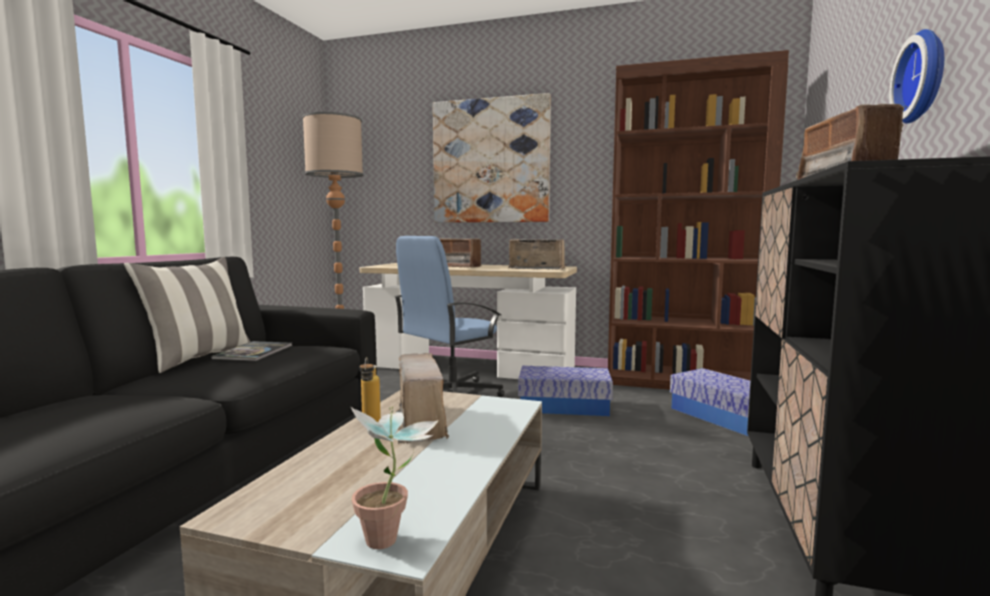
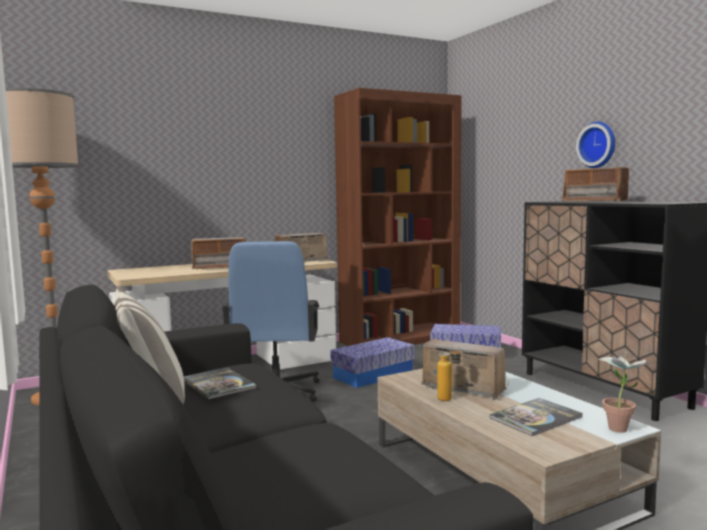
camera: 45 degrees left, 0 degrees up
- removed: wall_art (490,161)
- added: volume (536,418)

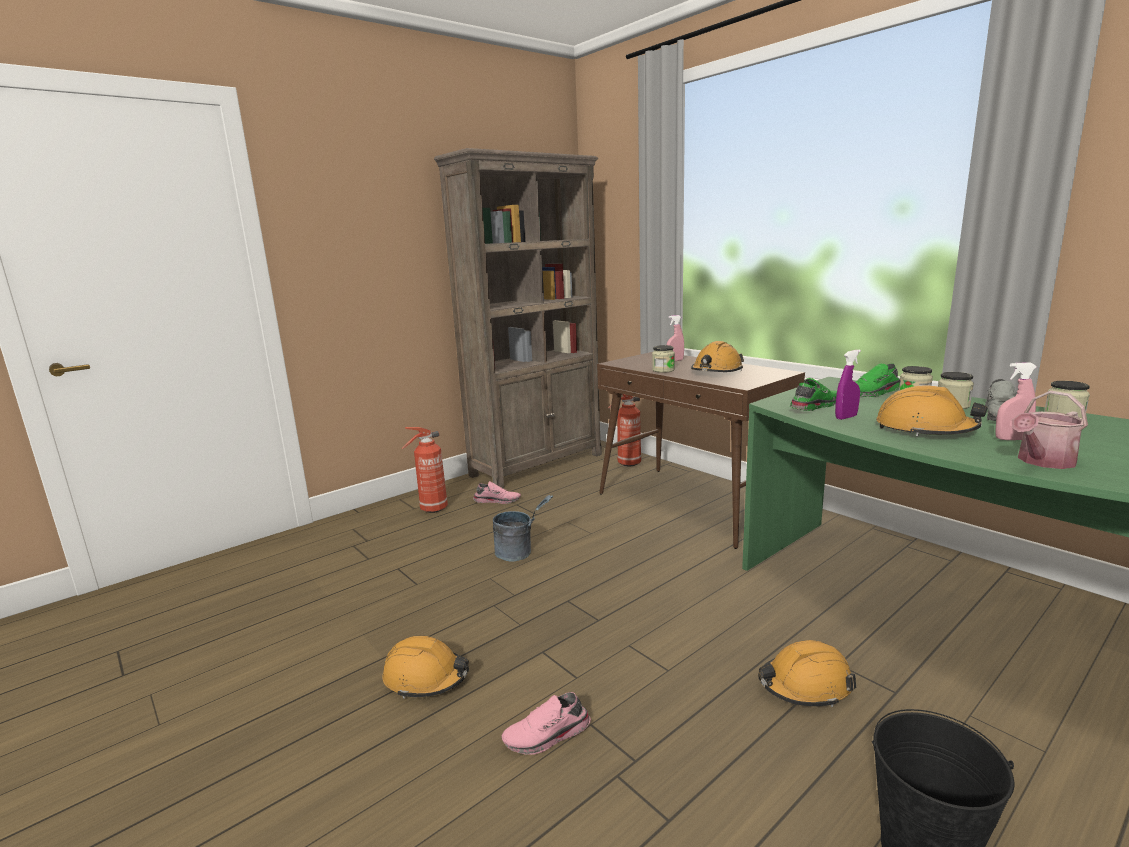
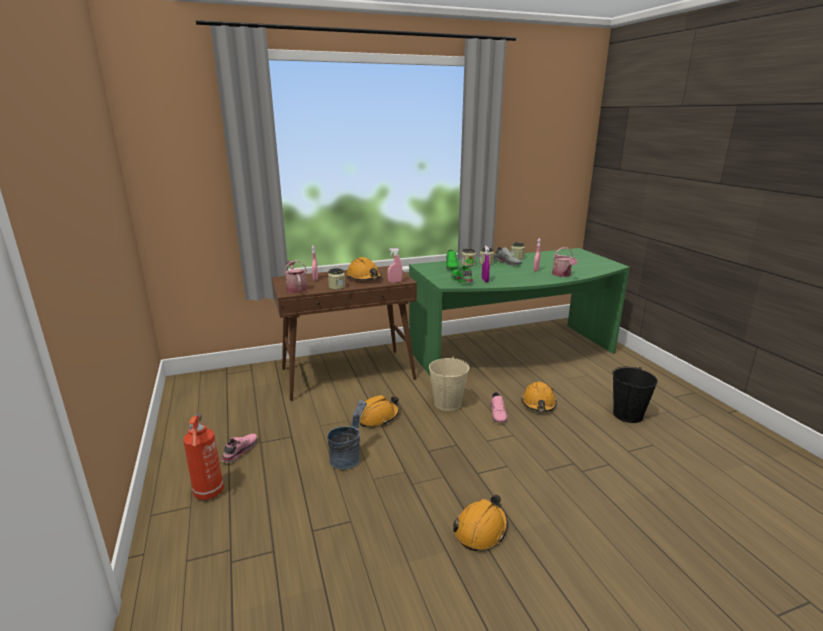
camera: 70 degrees left, 5 degrees up
- removed: brown-coloured_shelving_unit (538,464)
- moved: pinkish_shoe (547,736) to (498,414)
- removed: extinguisher (627,464)
- moved: orange_hard_hat (925,429) to (377,417)
- added: sprinkling_can (296,288)
- added: pinkish_sprayer (395,282)
- added: sand-coloured_bucket (447,404)

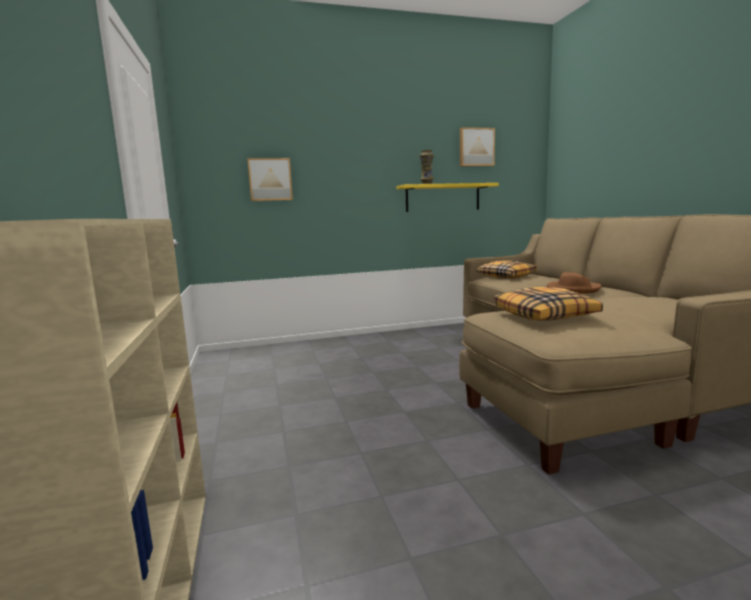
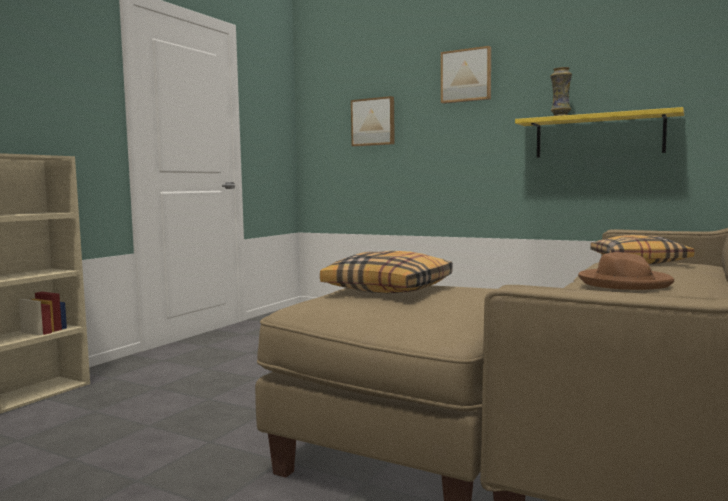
camera: 45 degrees right, 5 degrees down
- moved: wall_art (476,147) to (466,76)

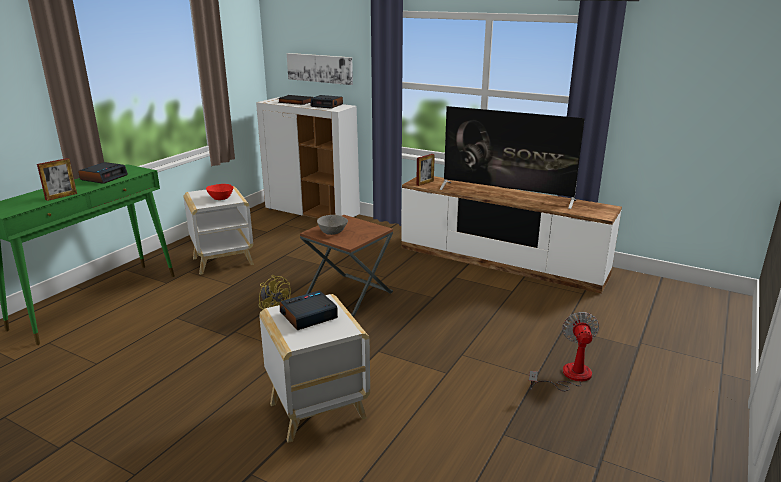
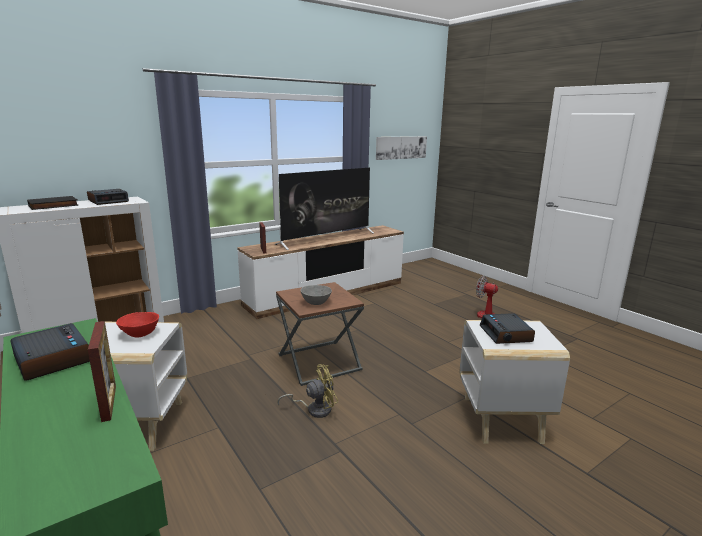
camera: 65 degrees left, 5 degrees down
- moved: wall_art (320,68) to (401,147)

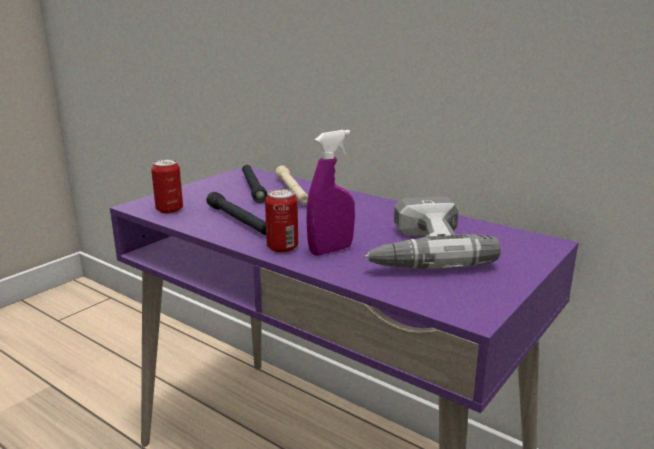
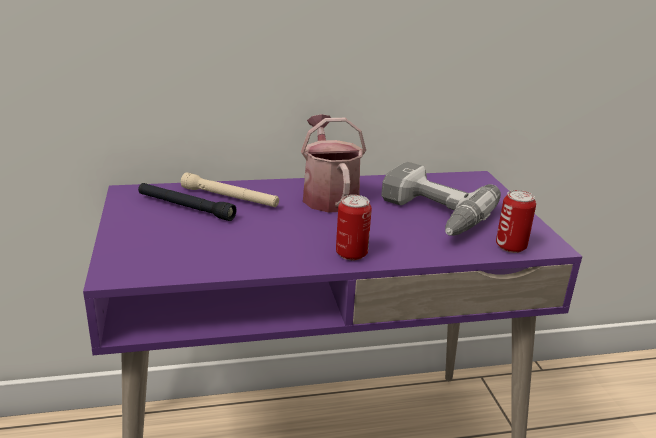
camera: 50 degrees left, 5 degrees up
- moved: can (169,210) to (510,247)
- removed: blackish_torch (238,221)
- removed: purple_sprayer (331,250)
- added: sprinkling_can (329,195)

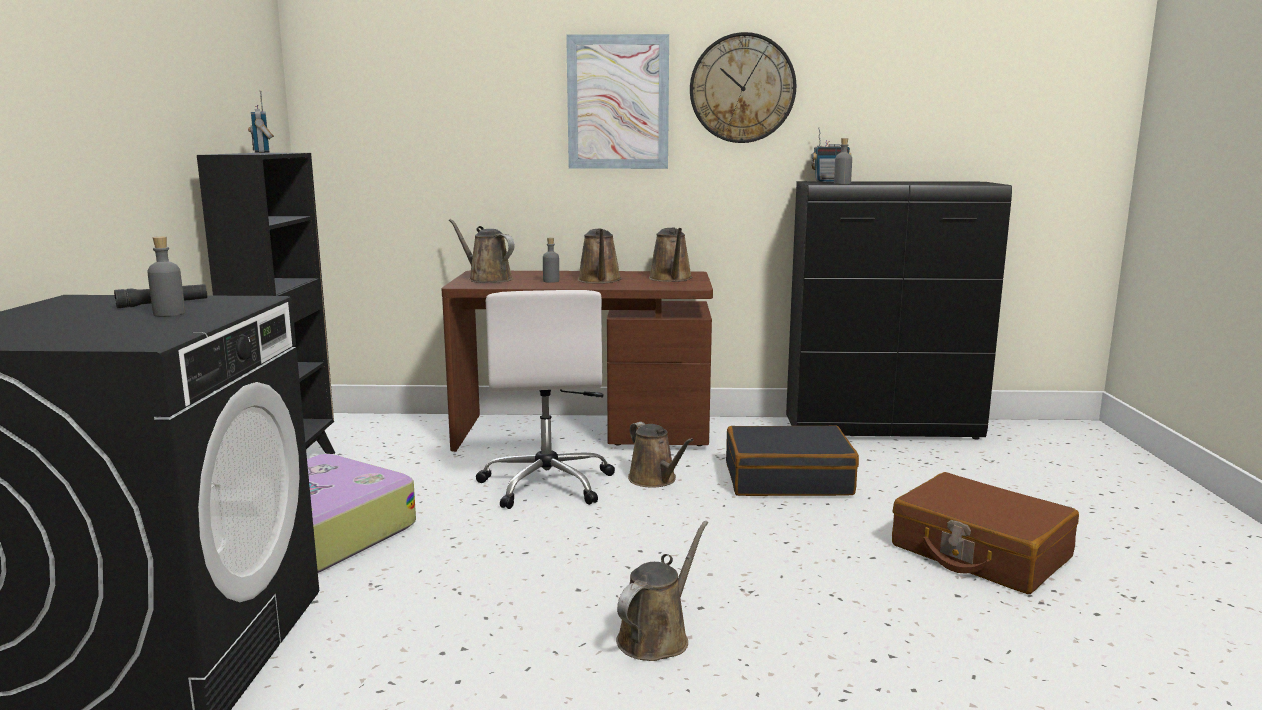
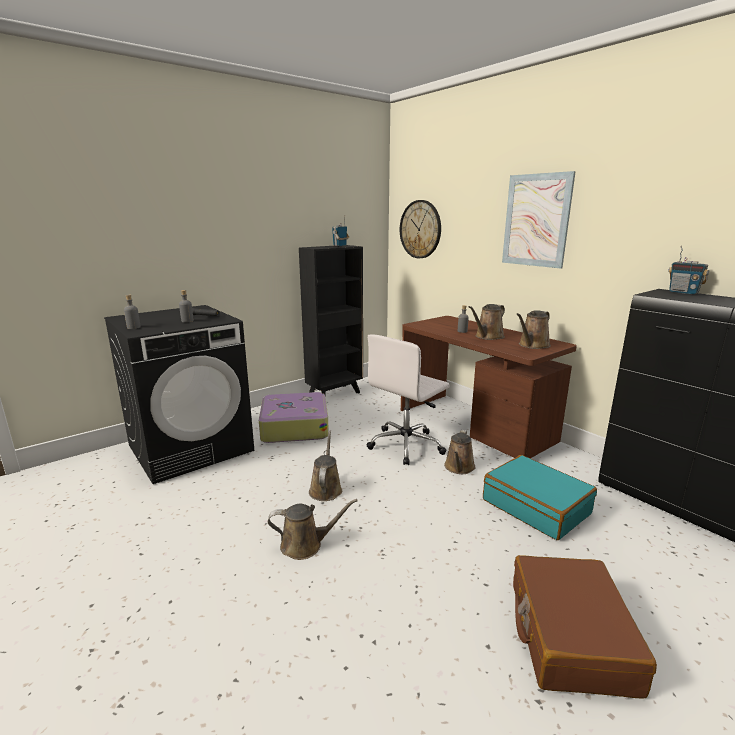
camera: 50 degrees right, 5 degrees up
- moved: brown-coloured_sprinkling_can (487,279) to (326,489)
- moved: hanging_clock (742,88) to (420,229)
- recoloured: blackish_suitcase (787,479) to blue-green_suitcase (536,506)
- moved: greyish_drink_bottle (842,183) to (133,327)

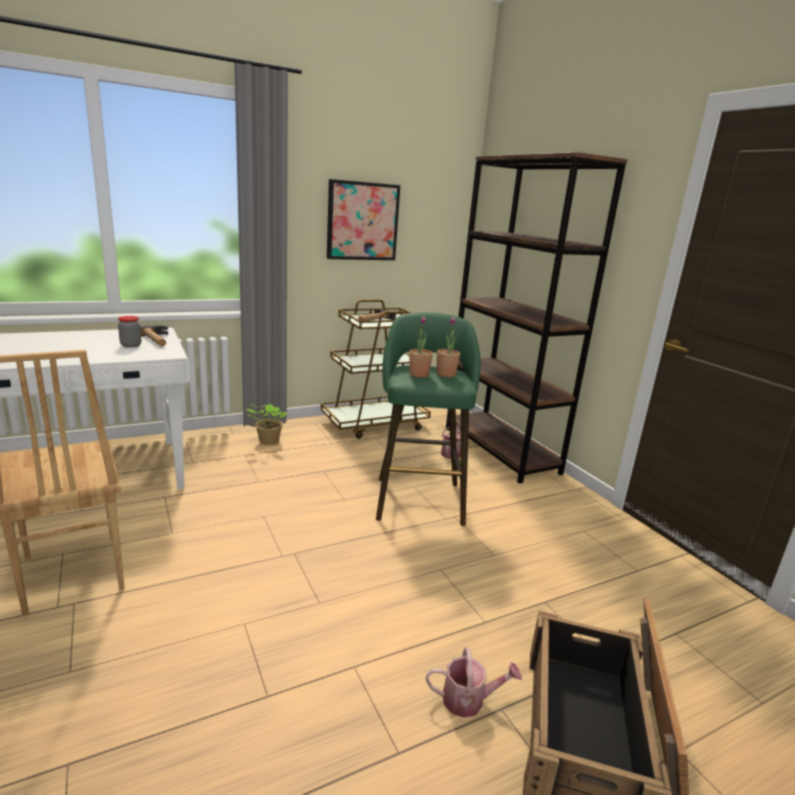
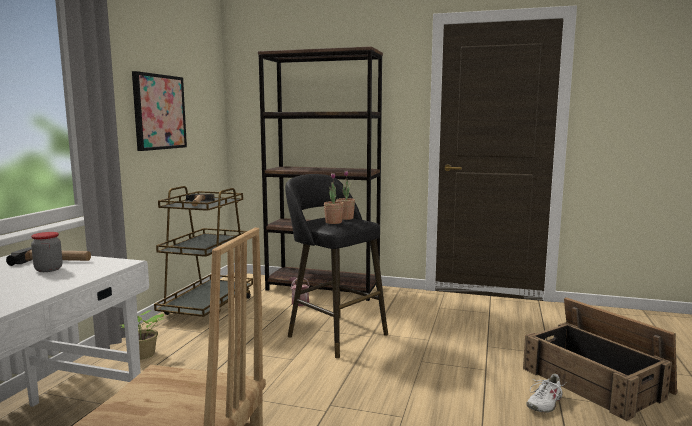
camera: 45 degrees left, 10 degrees down
- recoloured: green_sitting_stool (418,497) to blackish_sitting_stool (333,334)
- replaced: sprinkling_can (469,700) to white-coloured_shoe (544,403)

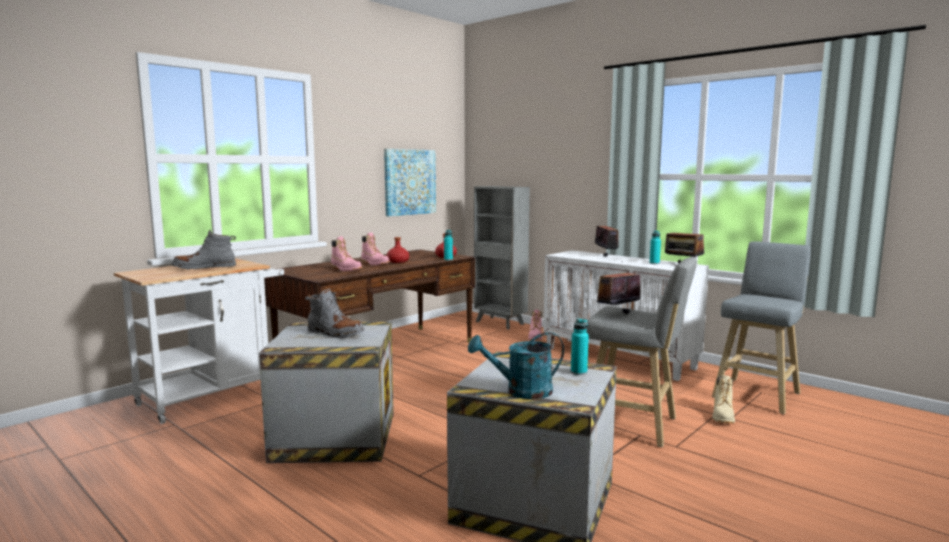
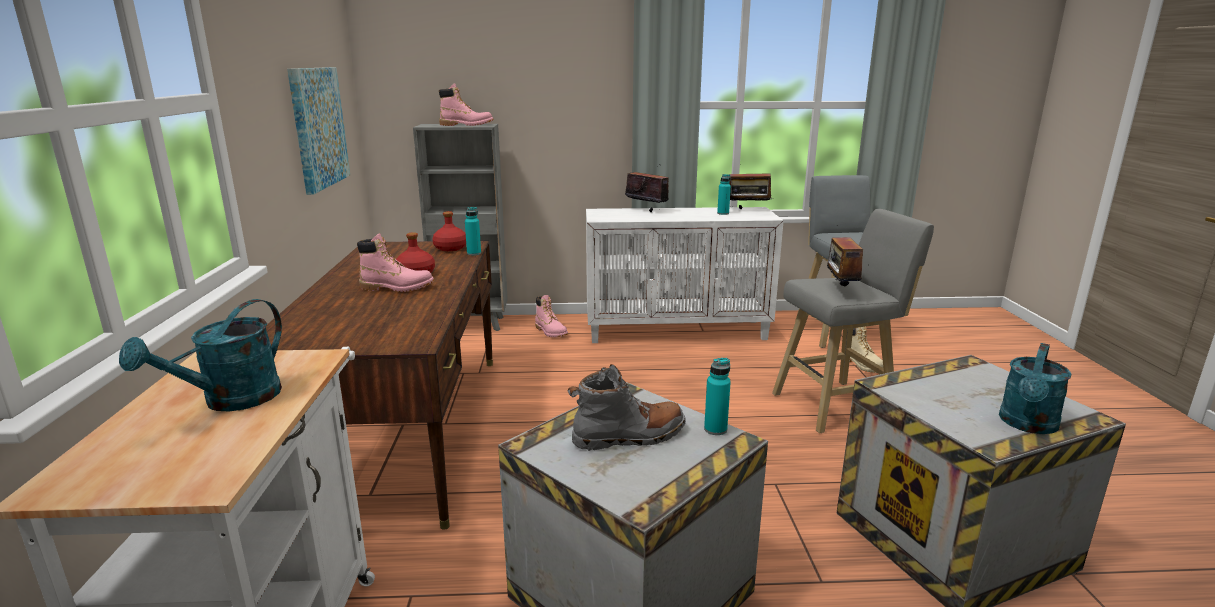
camera: 45 degrees left, 10 degrees up
- replaced: greyish_tall_boot (205,268) to blue-green_sprinkling_can (231,401)
- moved: pinkish_tall_boot (346,270) to (466,125)
- moved: blue-green_drink_bottle (579,372) to (715,429)

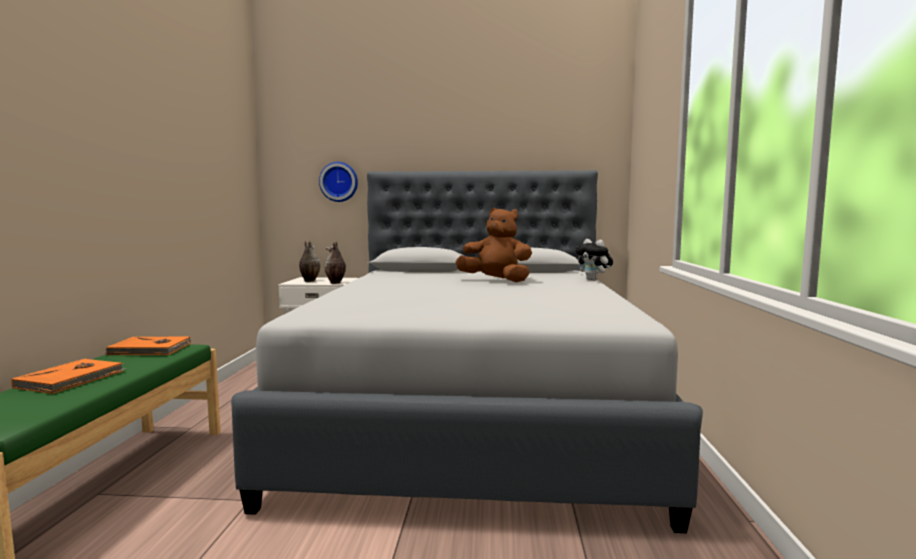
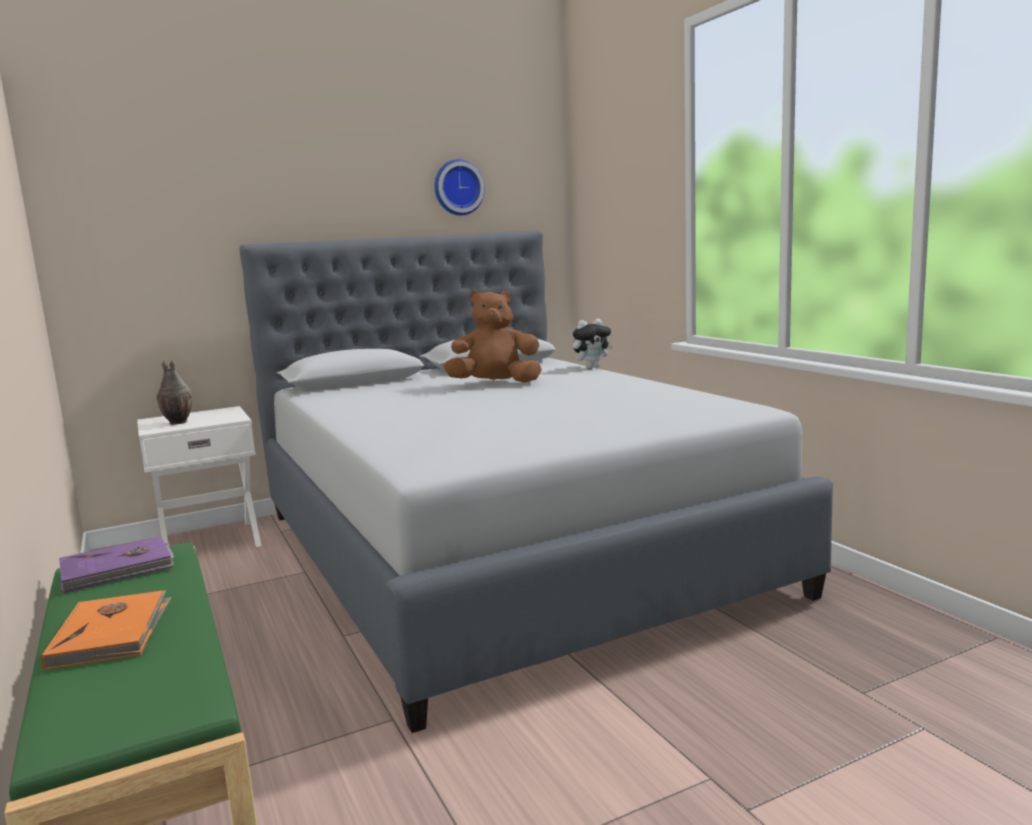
camera: 30 degrees left, 5 degrees up
- recoloured: orange_volume (150,349) to purple_volume (118,569)
- moved: hanging_clock (339,182) to (457,188)
- removed: vase (335,283)
- turned: cuddly_toy (594,280) = (592,367) 45 degrees counterclockwise

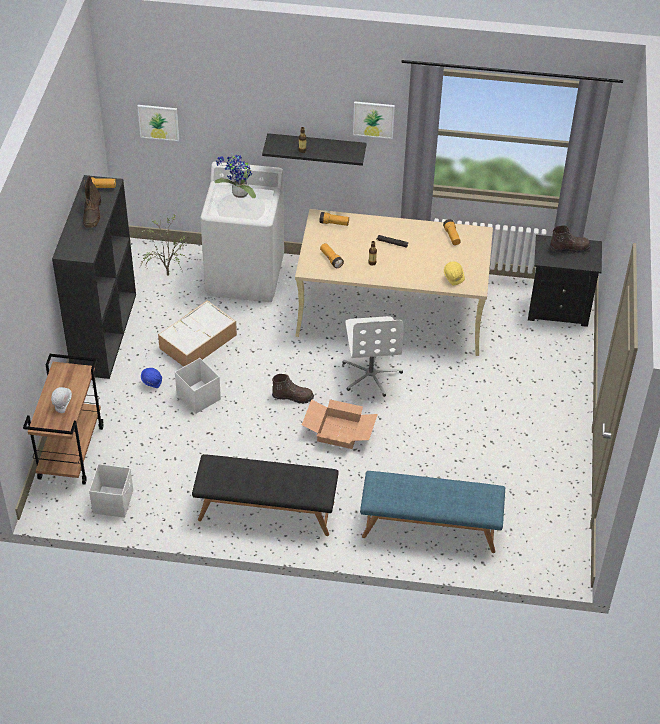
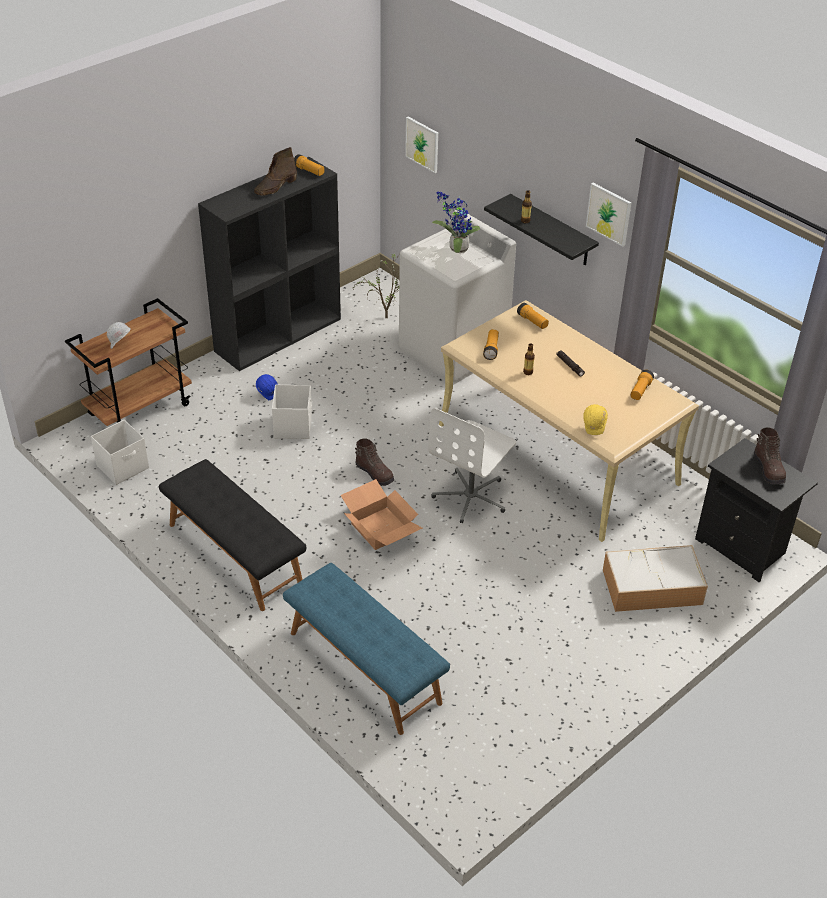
camera: 40 degrees right, 5 degrees down
- moved: storage_box (197,342) to (650,587)
- turned: brown-coloured_tall_boot (569,248) = (769,469) 45 degrees clockwise

